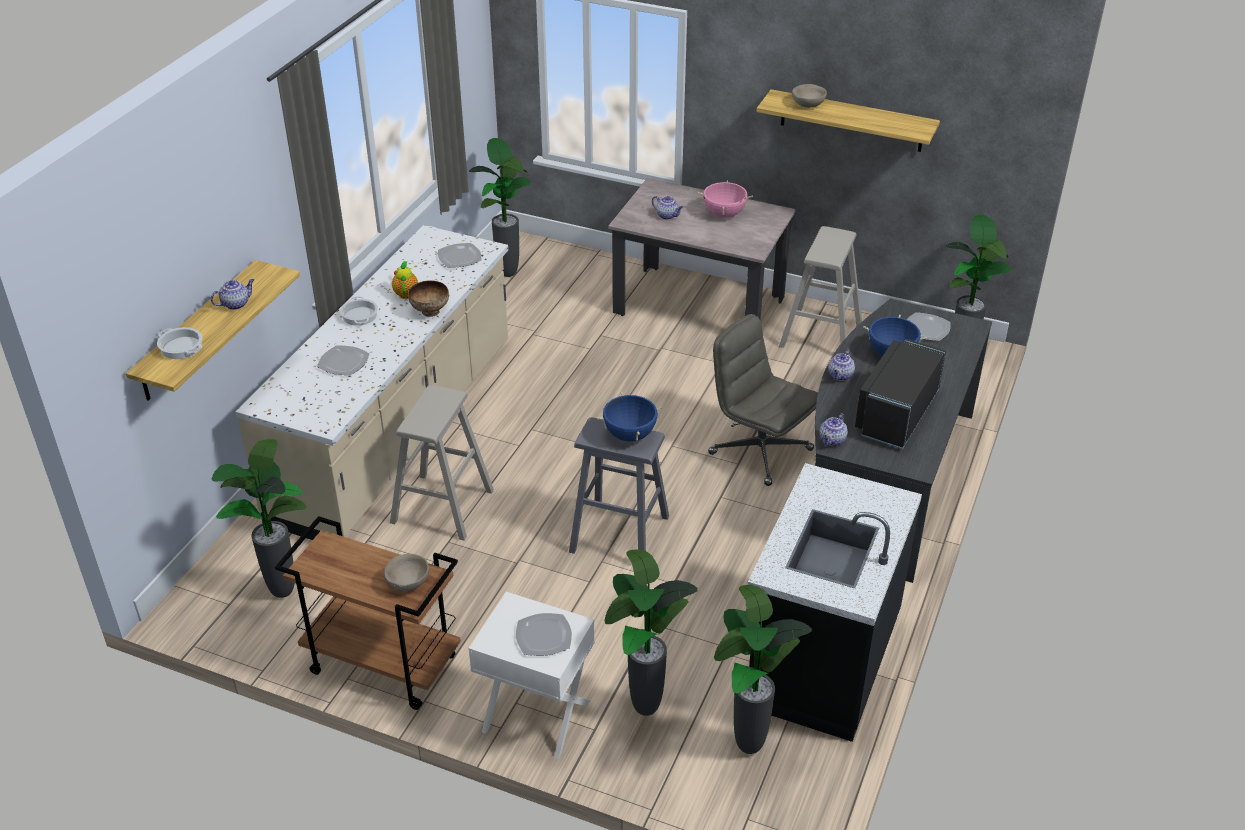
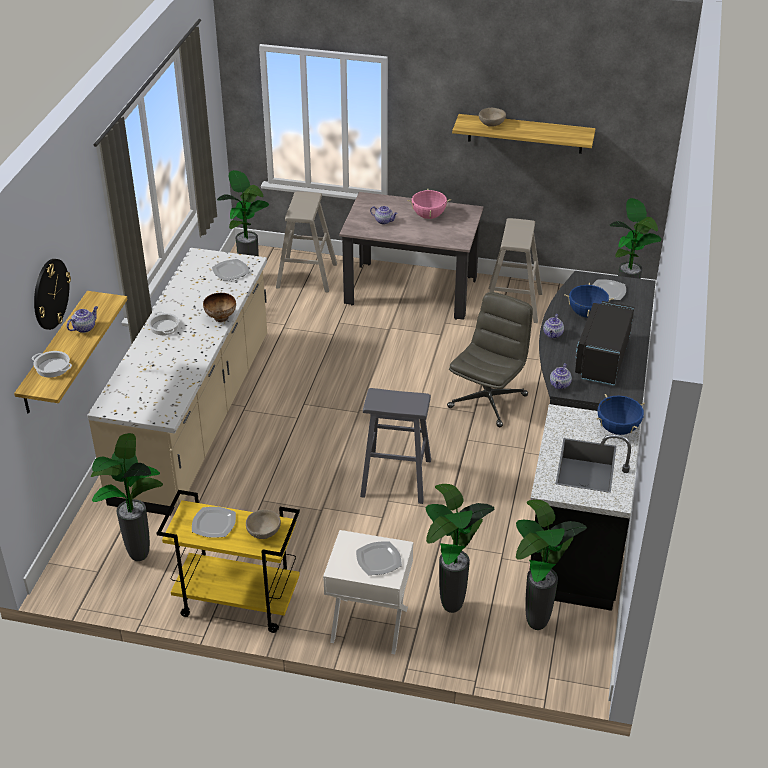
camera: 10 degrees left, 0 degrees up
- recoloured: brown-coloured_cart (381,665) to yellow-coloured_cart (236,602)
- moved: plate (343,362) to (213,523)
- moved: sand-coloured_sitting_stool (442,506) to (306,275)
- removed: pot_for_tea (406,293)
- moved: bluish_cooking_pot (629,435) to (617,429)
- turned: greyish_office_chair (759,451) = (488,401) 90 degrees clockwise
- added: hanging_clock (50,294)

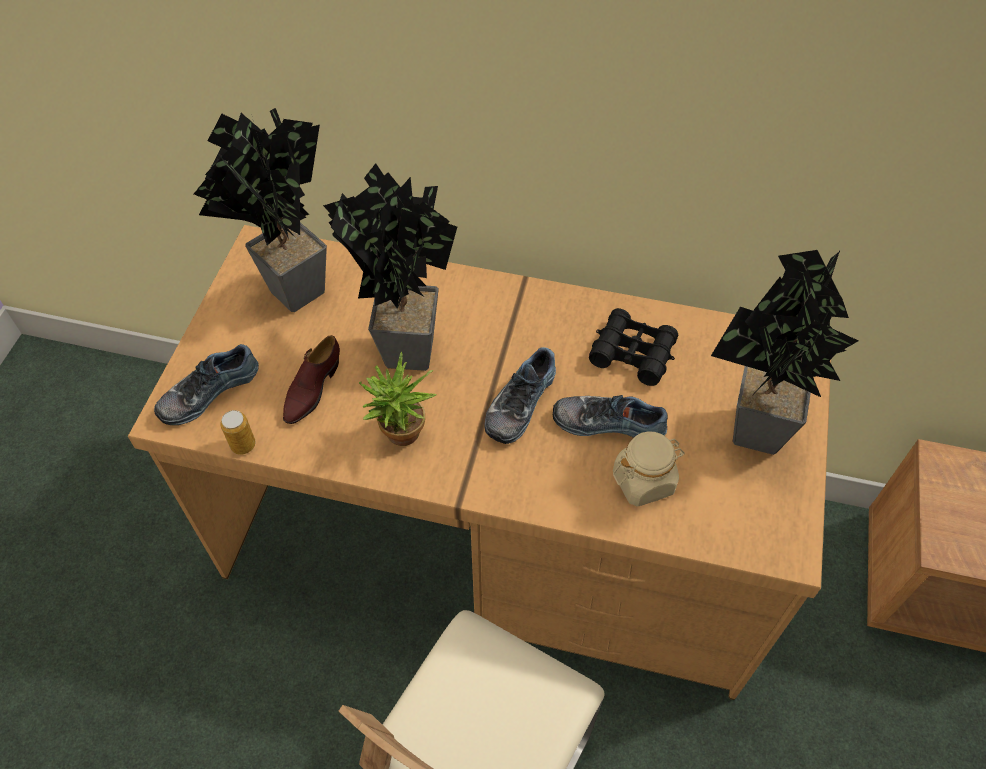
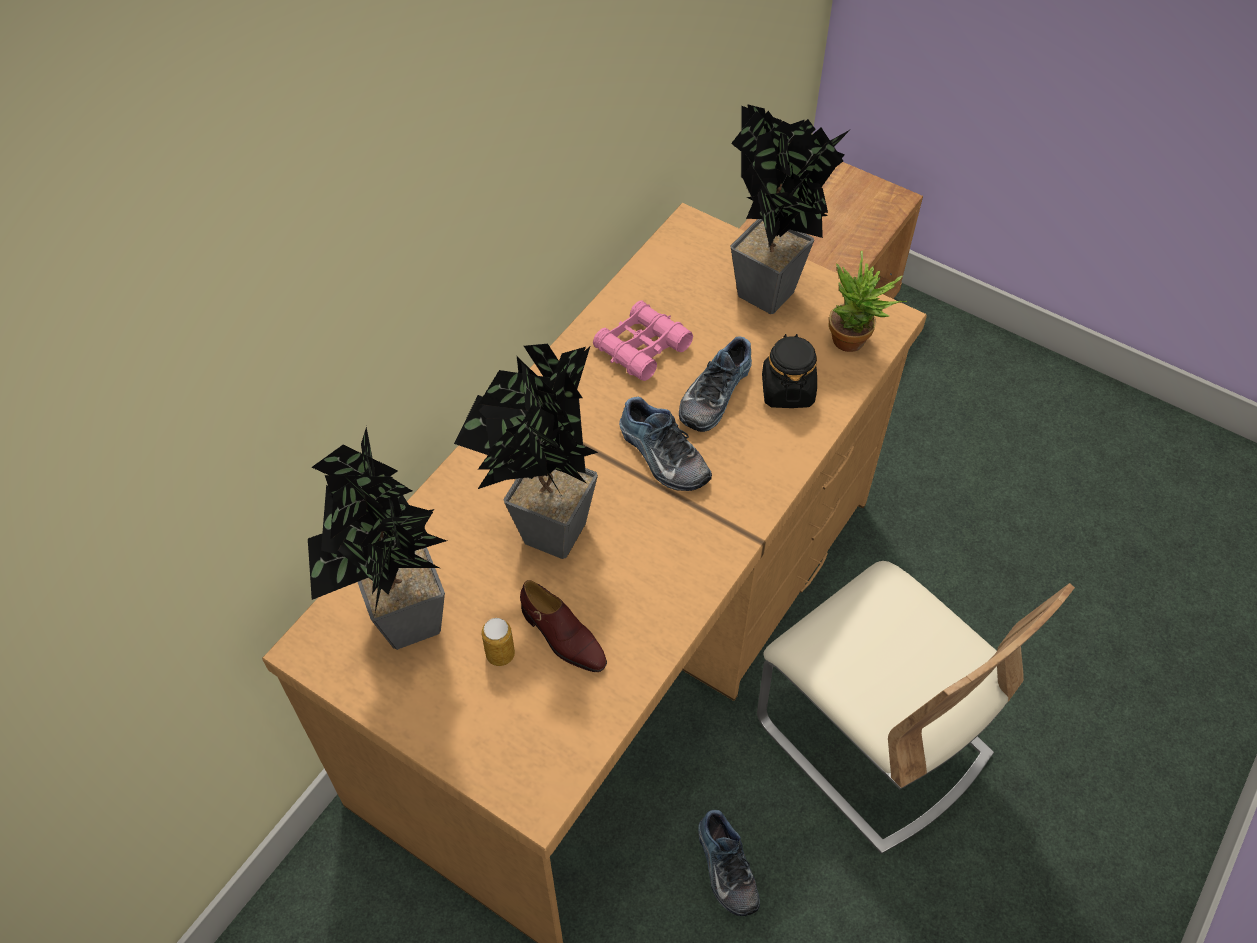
camera: 70 degrees left, 0 degrees up
- moved: shoe (208,391) to (724,868)
- moved: can (243,445) to (500,654)
- moved: houseplant (401,438) to (855,343)
- recoloured: blackish_binoculars (632,353) to pinkish_binoculars (642,348)
- recoloured: sand-coloured_storage_jar (643,481) to blackish_storage_jar (787,390)

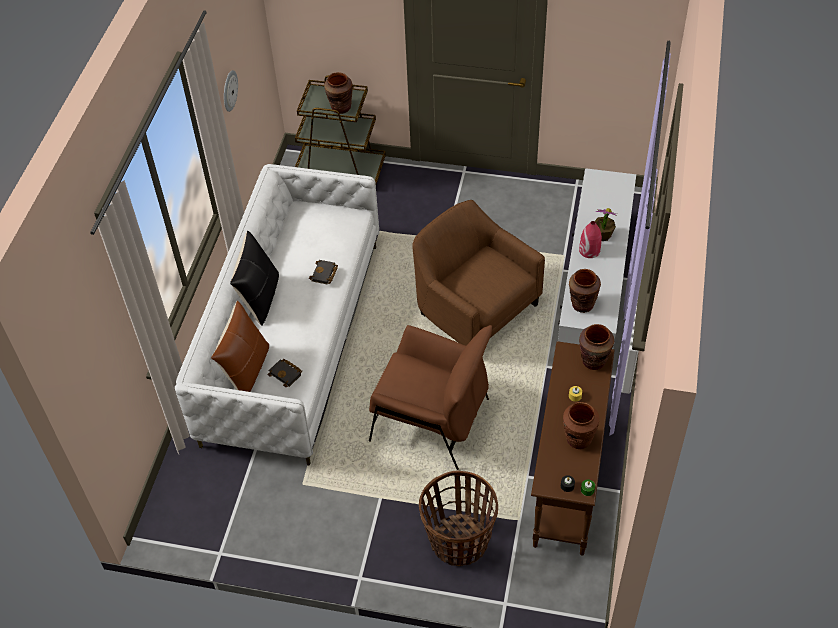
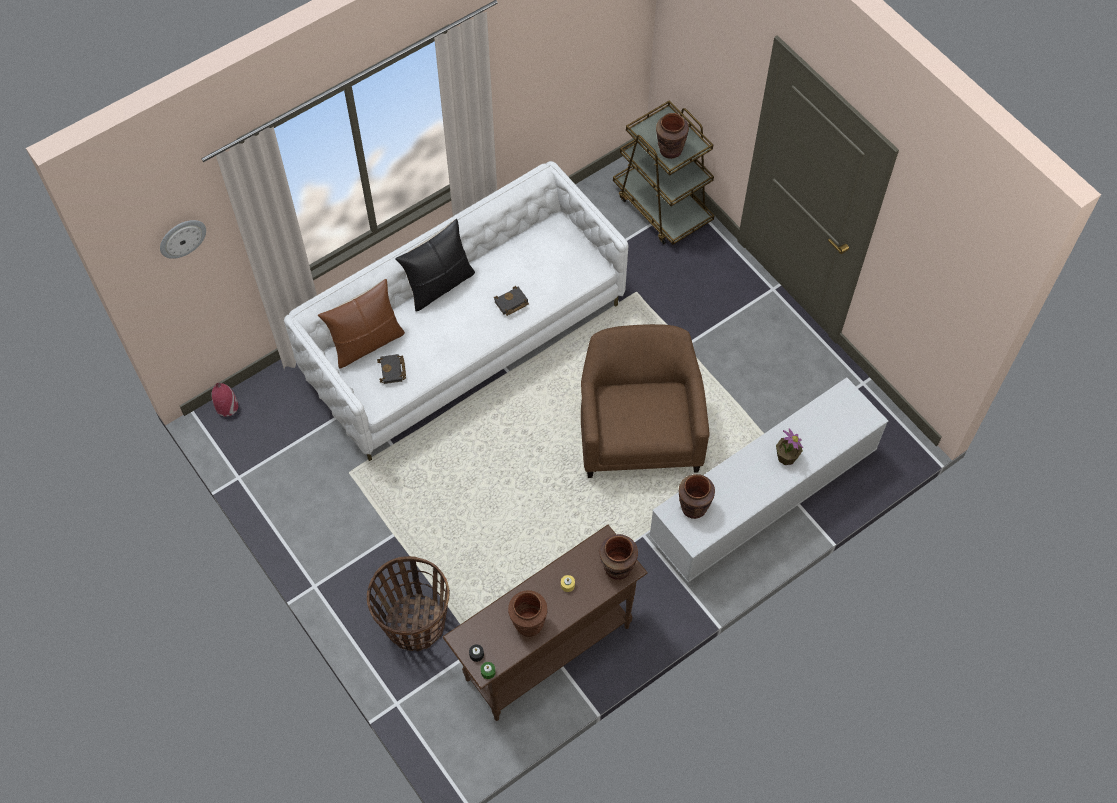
camera: 40 degrees right, 10 degrees up
- moved: hanging_clock (229,90) to (182,238)
- removed: brown-coloured_lounge_chair (431,420)
- moved: red-coloured_vase (589,250) to (226,406)

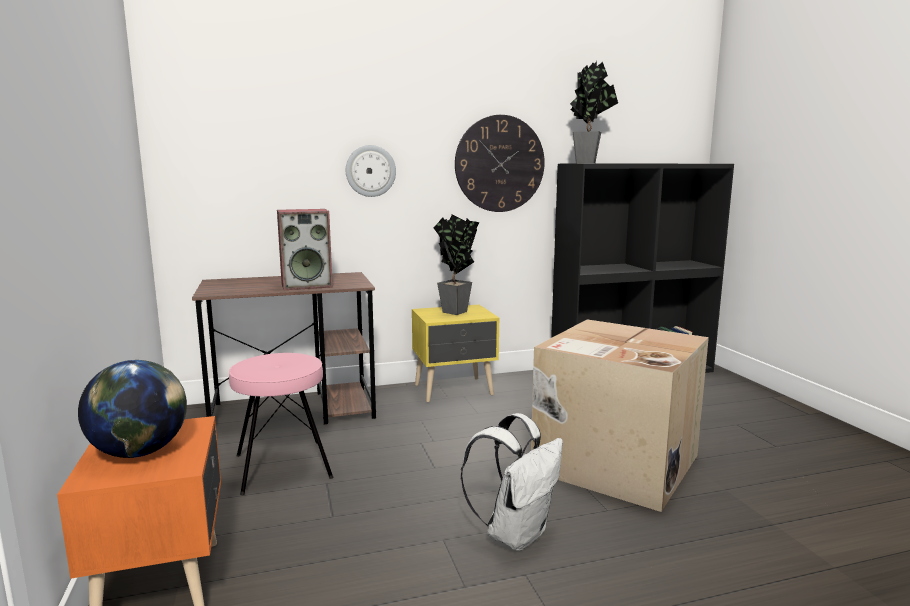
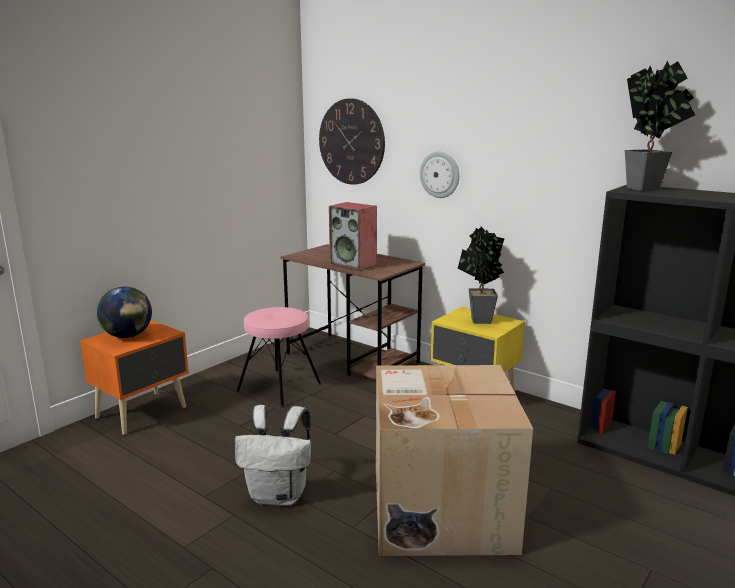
camera: 55 degrees right, 5 degrees up
- moved: hanging_clock (499,164) to (351,142)

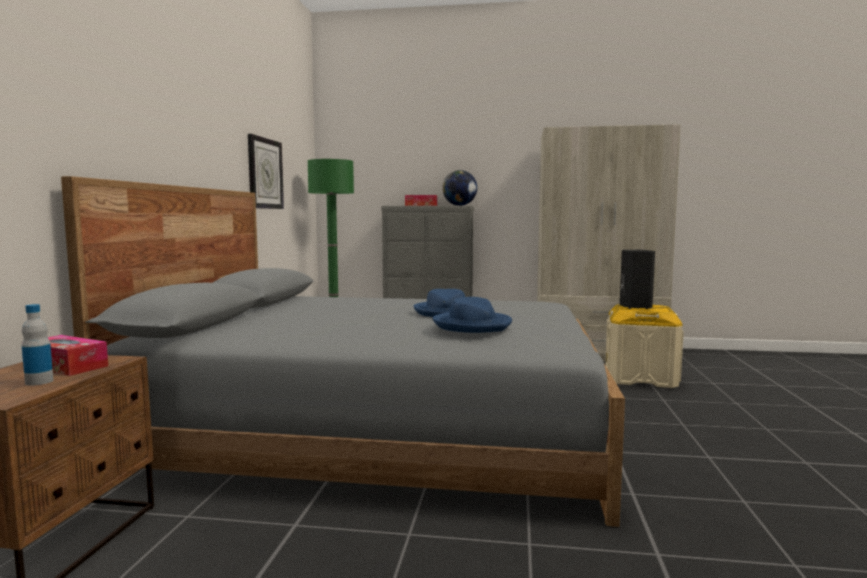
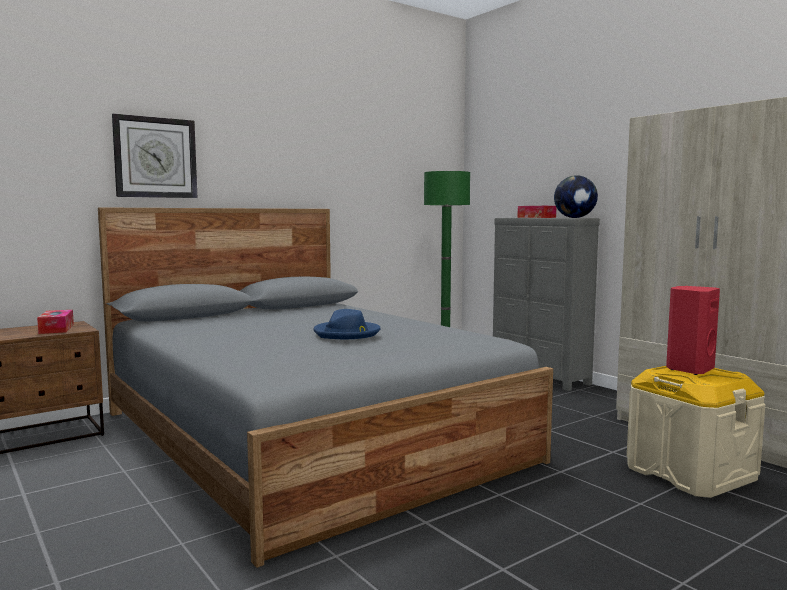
camera: 45 degrees right, 0 degrees up
- removed: drink_bottle (39,382)
- moved: hanging_clock (264,173) to (155,157)
- removed: bluish_clothing_hat (472,325)
- recoloured: blackish_audio_speaker (634,307) to red-coloured_audio_speaker (689,369)

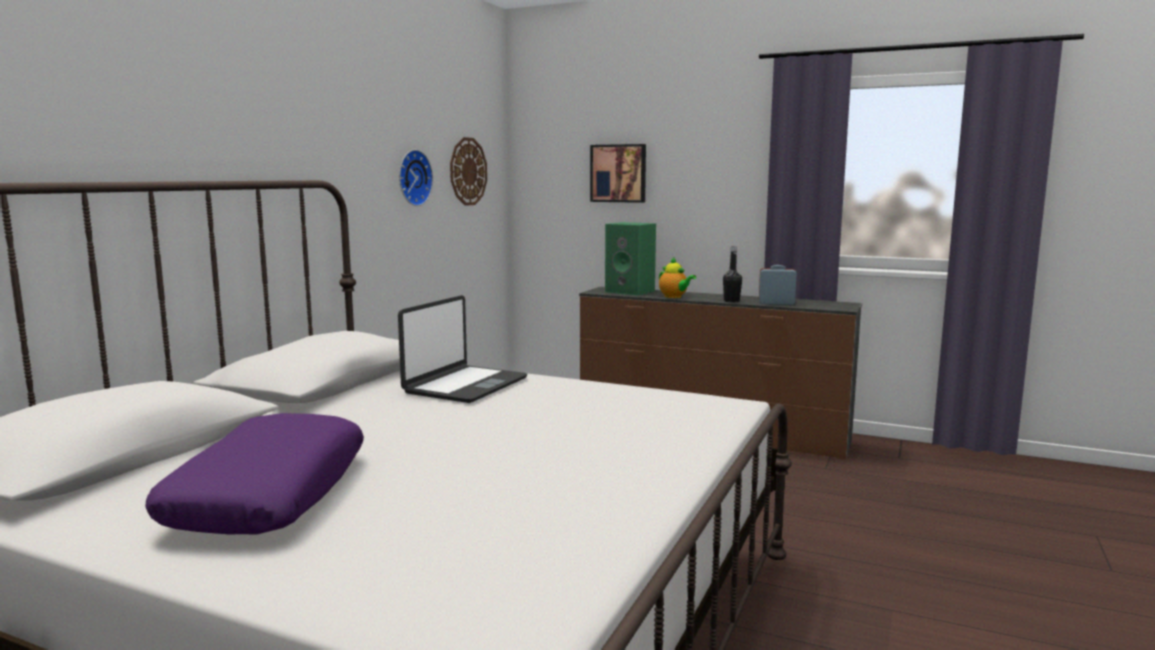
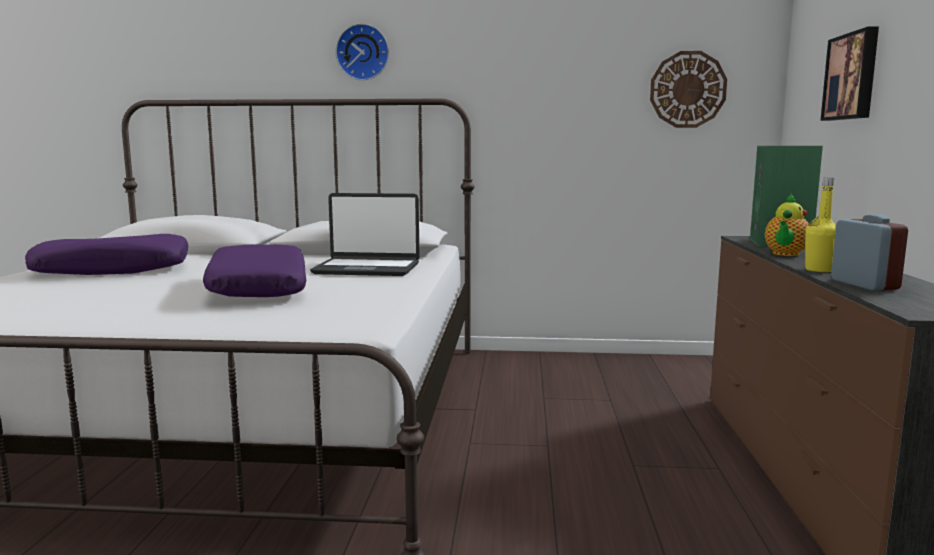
camera: 70 degrees right, 0 degrees up
- moved: hanging_clock (412,178) to (363,52)
- recoloured: blackish_drink_bottle (731,301) to yellow-coloured_drink_bottle (819,270)
- added: purple_throw_pillow (257,289)

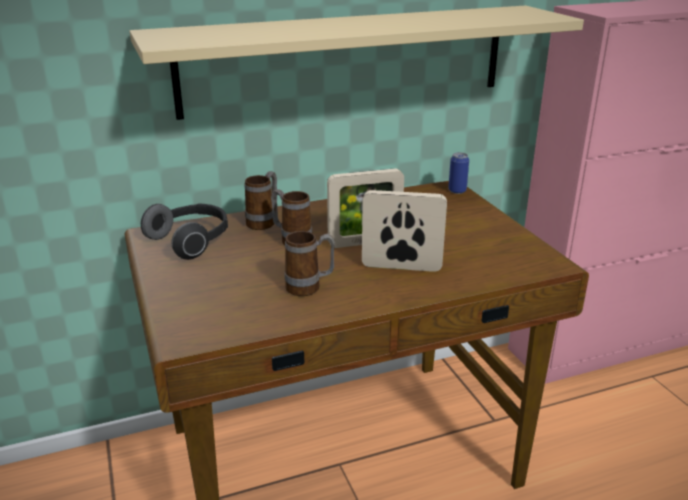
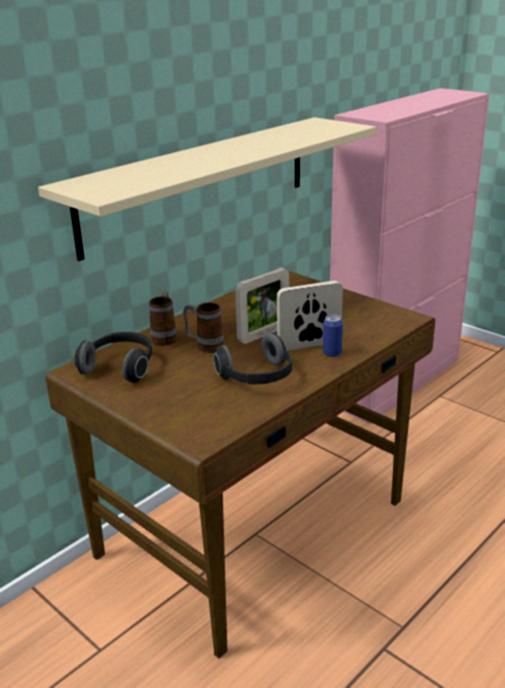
camera: 25 degrees left, 0 degrees up
- replaced: coffee_mug (310,288) to headphones (258,378)
- moved: can (457,191) to (332,353)

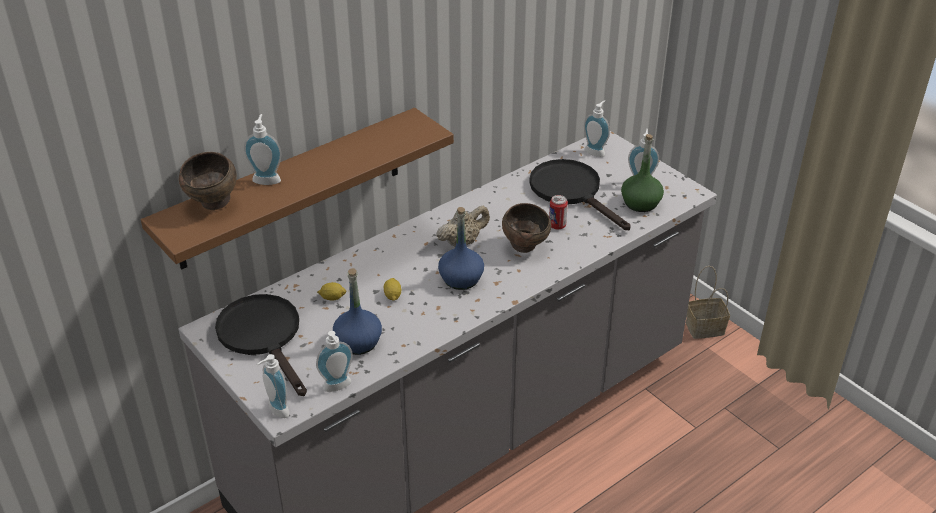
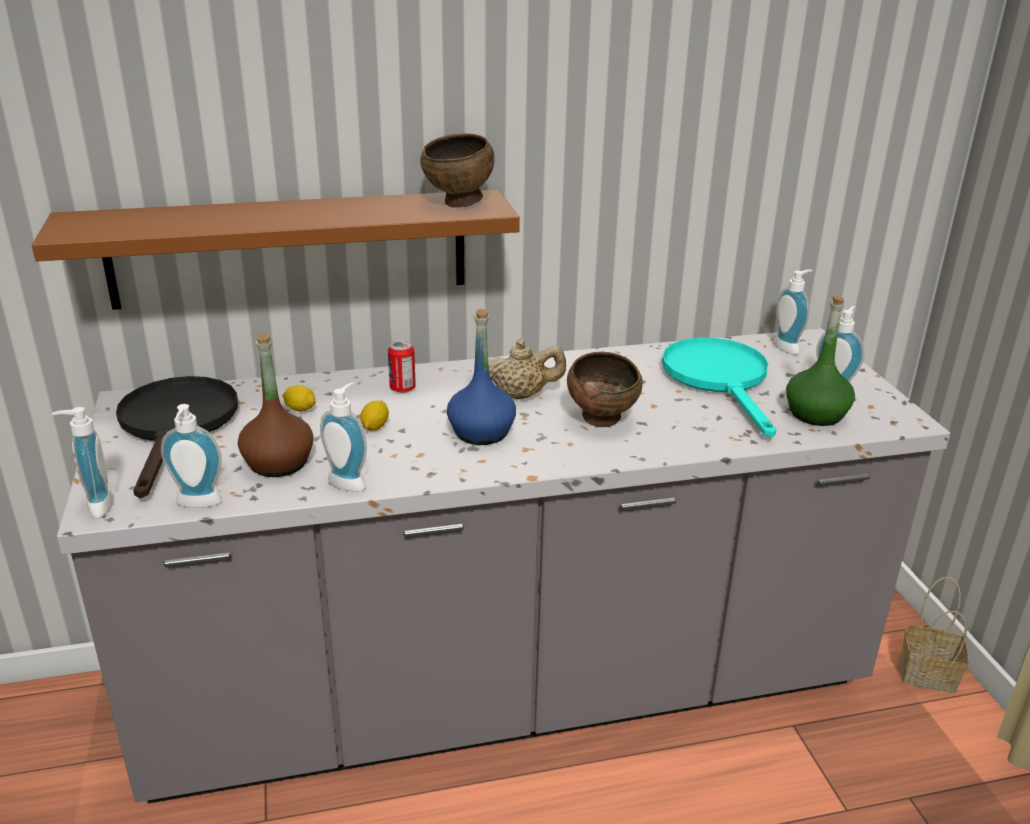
camera: 25 degrees right, 10 degrees down
- moved: brown-coloured_bowl (214,205) to (459,204)
- moved: soap_bottle (267,179) to (350,481)
- recoloured: bluish_drink_bottle (358,342) to brown-coloured_drink_bottle (278,463)
- recoloured: blackish_pan (572,192) to blue-green_pan (720,379)
- moved: can (557,225) to (402,388)

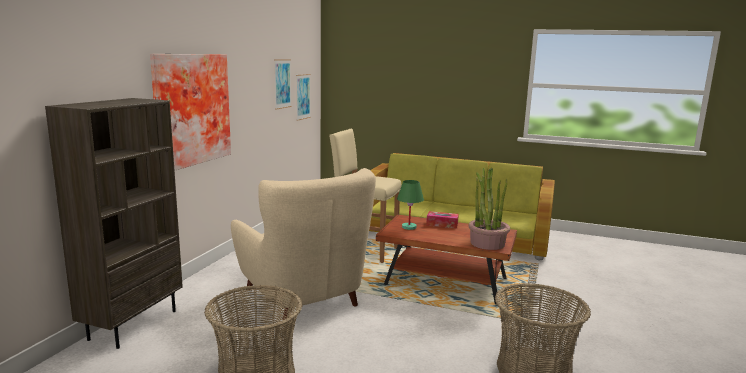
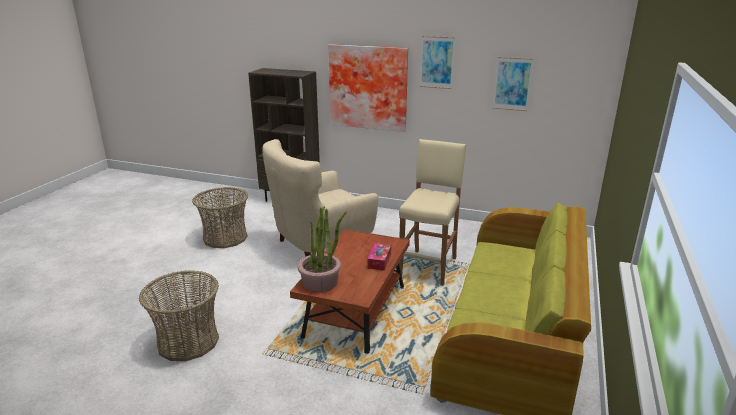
camera: 90 degrees right, 10 degrees up
- moved: wall_art (303,96) to (437,62)
- removed: green_tabletop_lamp (409,227)

